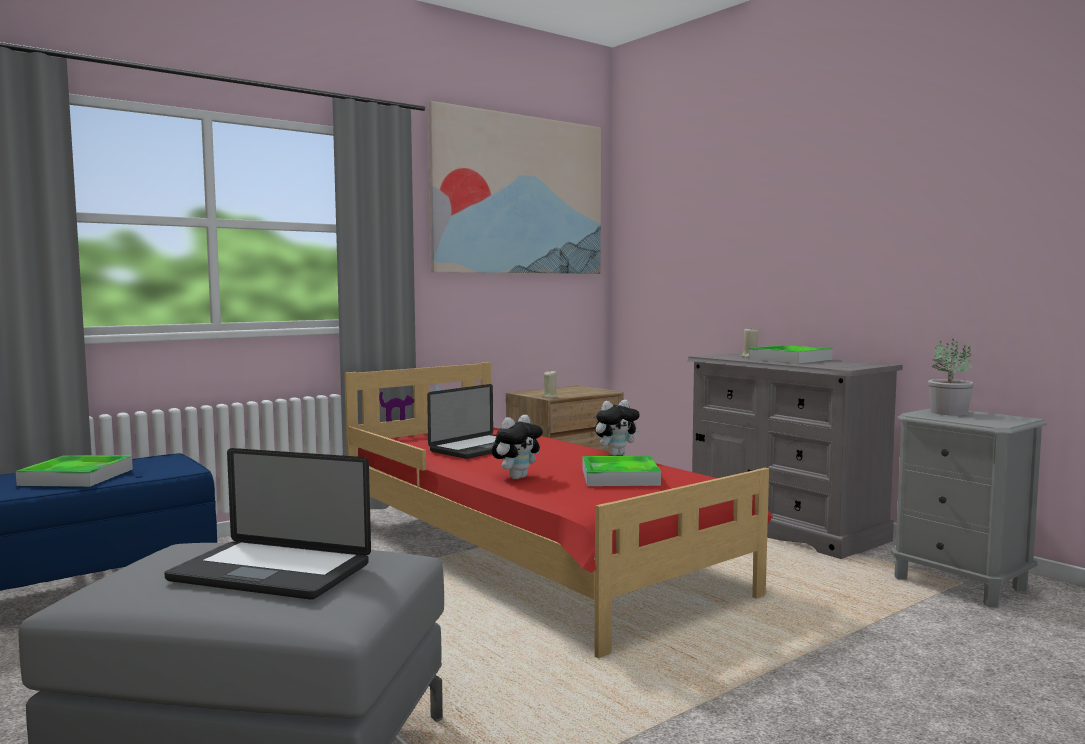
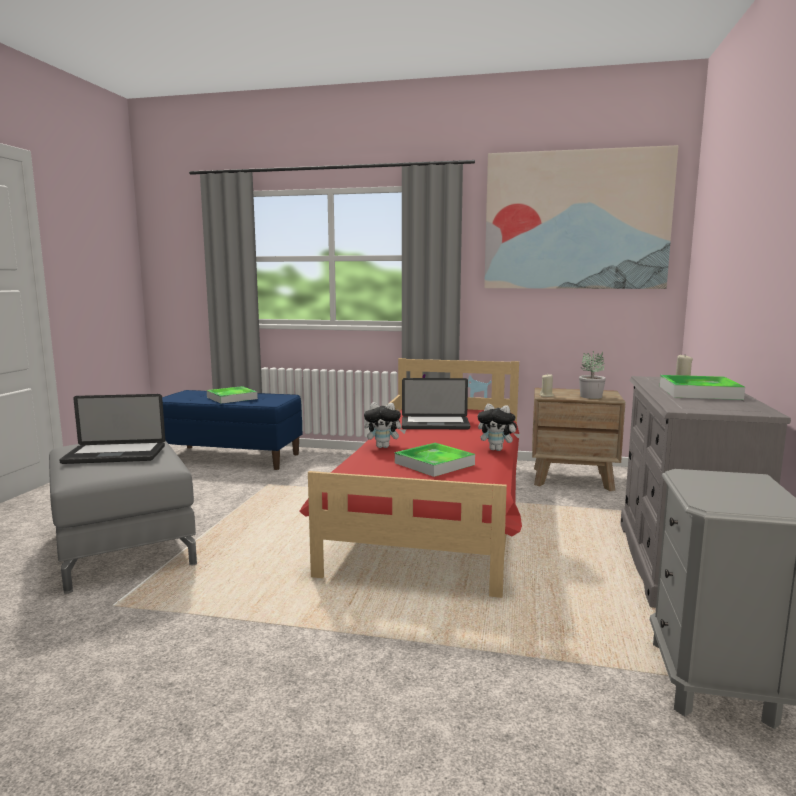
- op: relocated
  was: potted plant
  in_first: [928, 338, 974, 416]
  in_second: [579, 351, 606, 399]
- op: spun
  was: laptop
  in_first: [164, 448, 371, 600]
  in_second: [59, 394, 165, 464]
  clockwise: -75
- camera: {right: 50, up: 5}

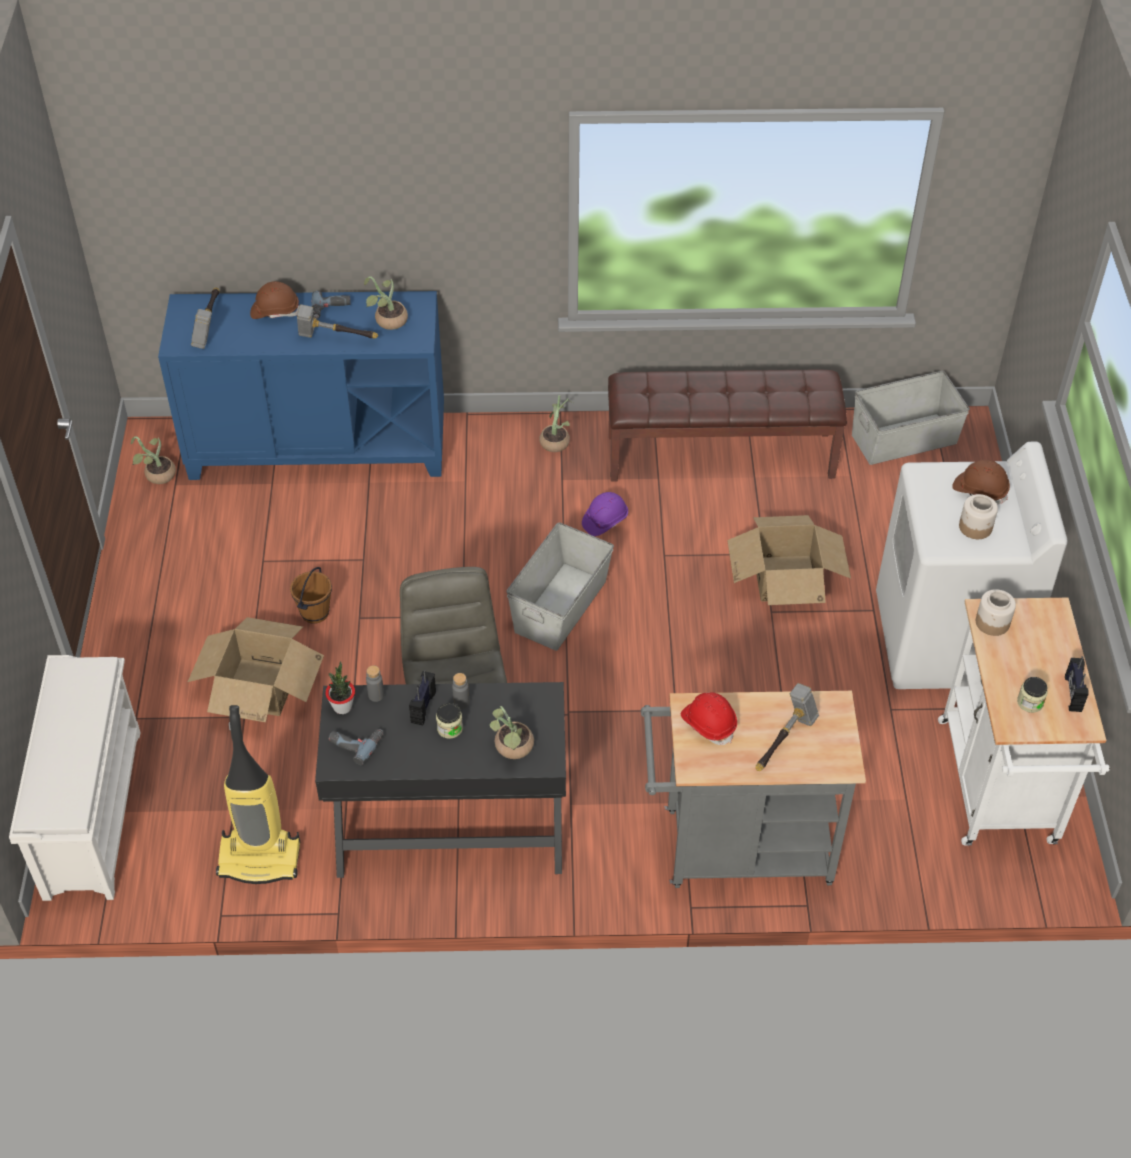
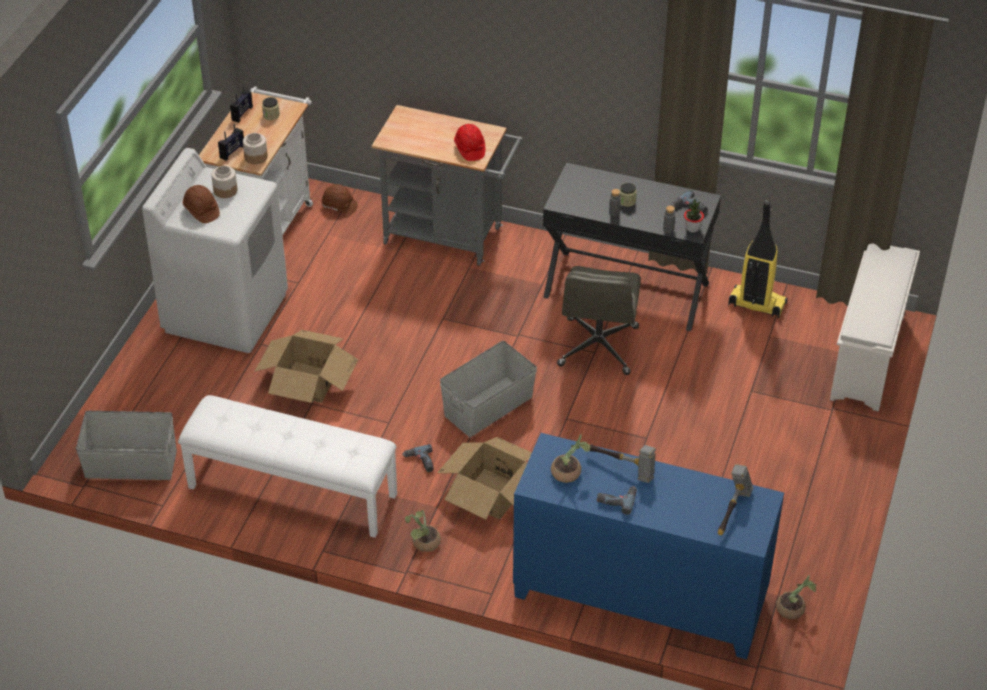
- op: missing
  was: brown bucket
  in_first: [290, 567, 332, 624]
- op: missing
  was: potted plant
  in_first: [490, 706, 534, 759]
- op: missing
  was: hammer
  in_first: [756, 683, 819, 771]
- op: relocated
  was: cardboard box
  in_first: [188, 617, 324, 722]
  in_second: [437, 437, 532, 520]
- op: relocated
  was: brown hard hat
  in_first: [250, 281, 299, 319]
  in_second: [321, 184, 358, 214]
- op: relocated
  was: radio
  in_first: [409, 670, 436, 726]
  in_second: [218, 124, 244, 161]
- op: exchanged
  was: purple hard hat
  now: power drill
  in_first: [582, 492, 628, 536]
  in_second: [403, 444, 434, 472]
- op: colour
  was: brown bench
  now: white bench
  in_first: [608, 369, 847, 482]
  in_second: [178, 395, 397, 538]
- camera: {right: -160, up: -5}

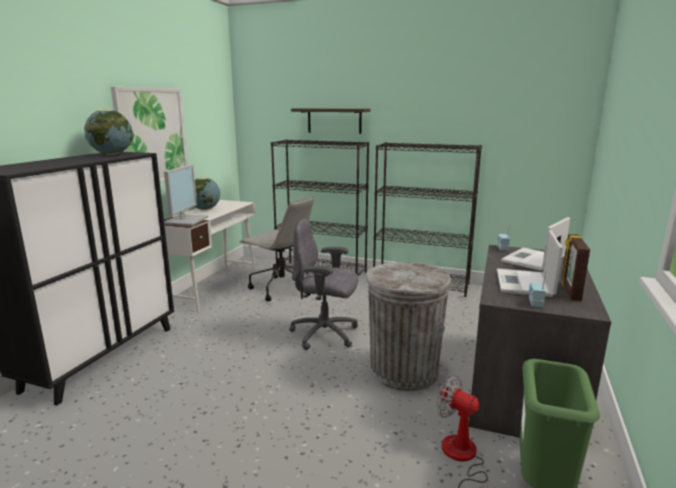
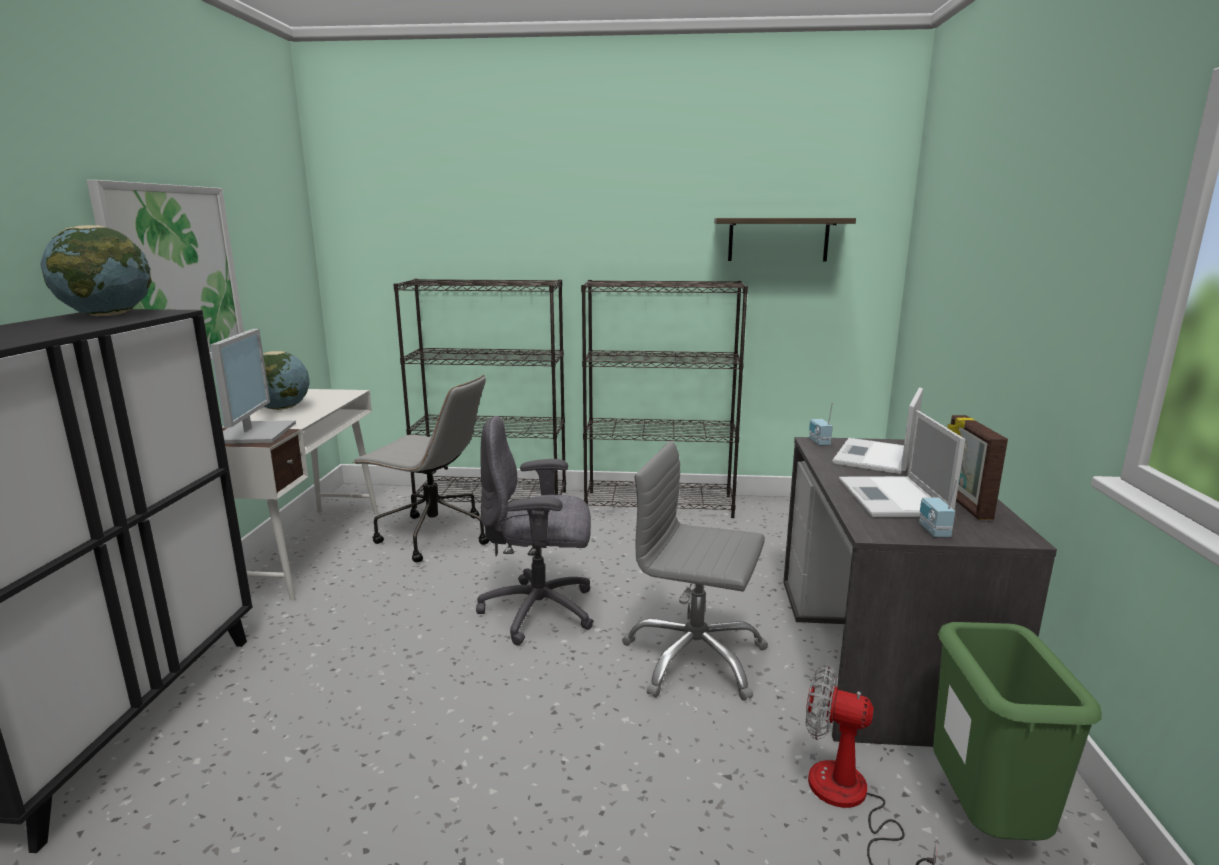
- op: relocated
  was: shelf
  in_first: [291, 108, 371, 134]
  in_second: [714, 218, 856, 261]
- op: exchanged
  was: grey trash can
  now: grey office chair
  in_first: [366, 262, 452, 391]
  in_second: [622, 441, 768, 701]
- camera: {right: -15, up: 0}

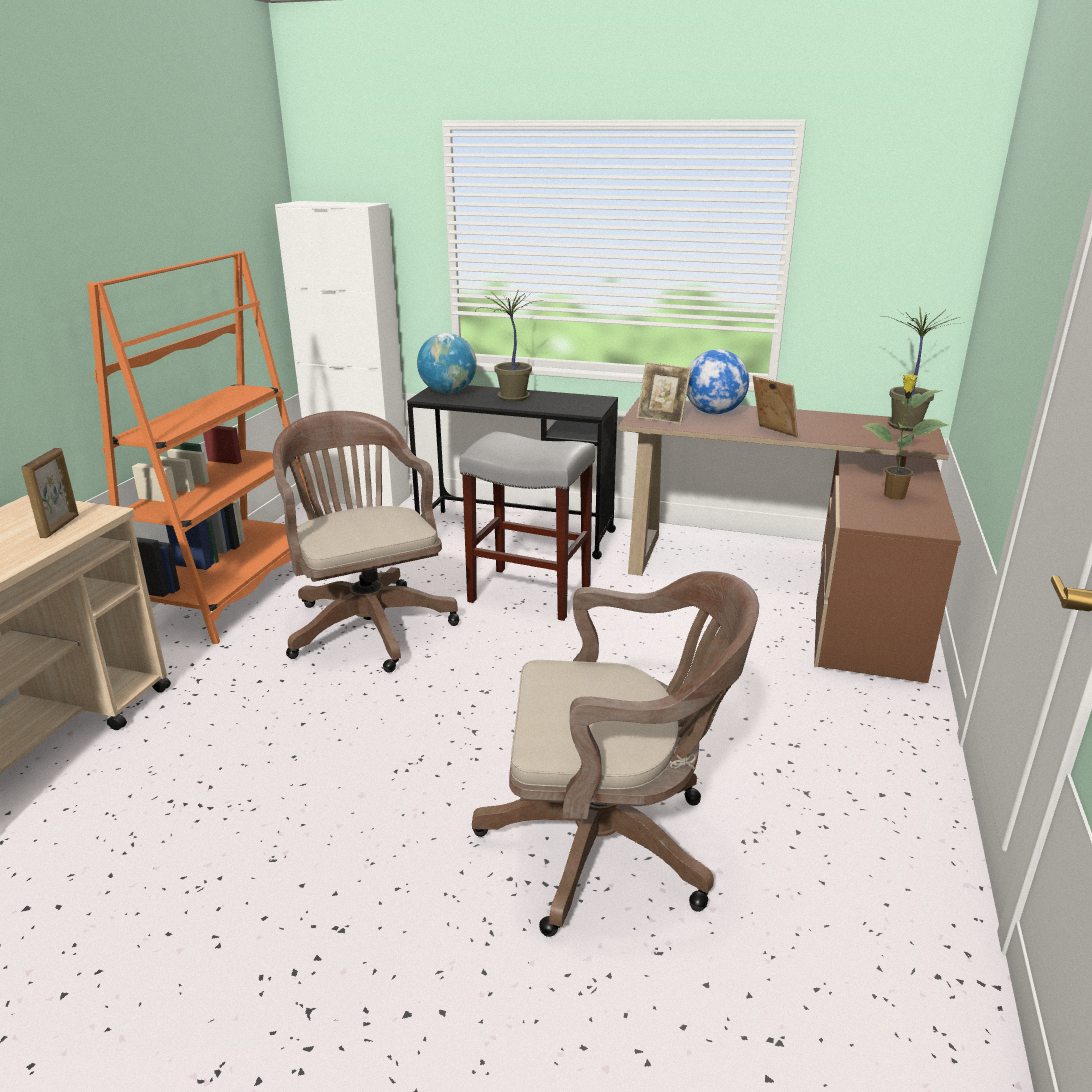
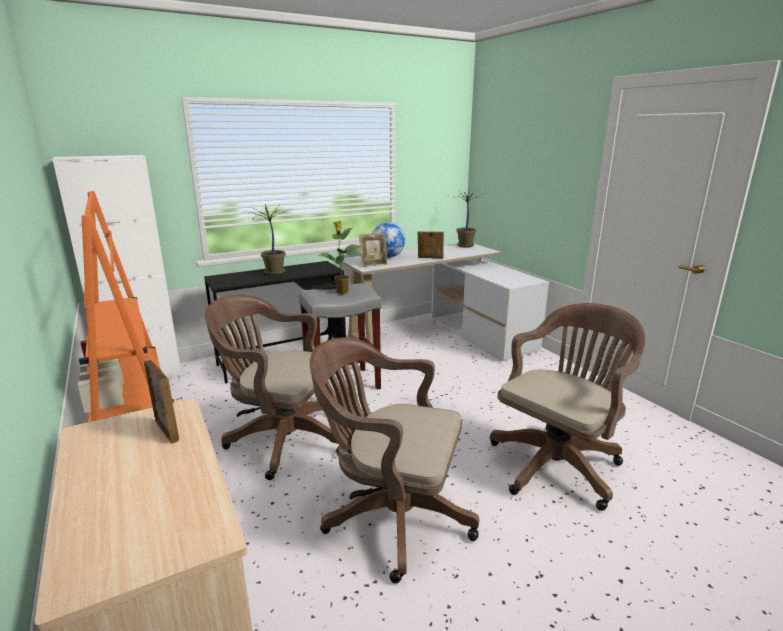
- op: missing
  was: globe
  in_first: [417, 333, 477, 393]
- op: appeared
  now: brown office chair
  in_second: [310, 338, 479, 583]
- op: relocated
  was: potted plant
  in_first: [862, 374, 948, 500]
  in_second: [318, 221, 361, 294]
- op: colour
  was: brown desk
  now: white desk
  in_first: [618, 397, 961, 683]
  in_second: [342, 243, 549, 361]
- camera: {right: -45, up: -5}

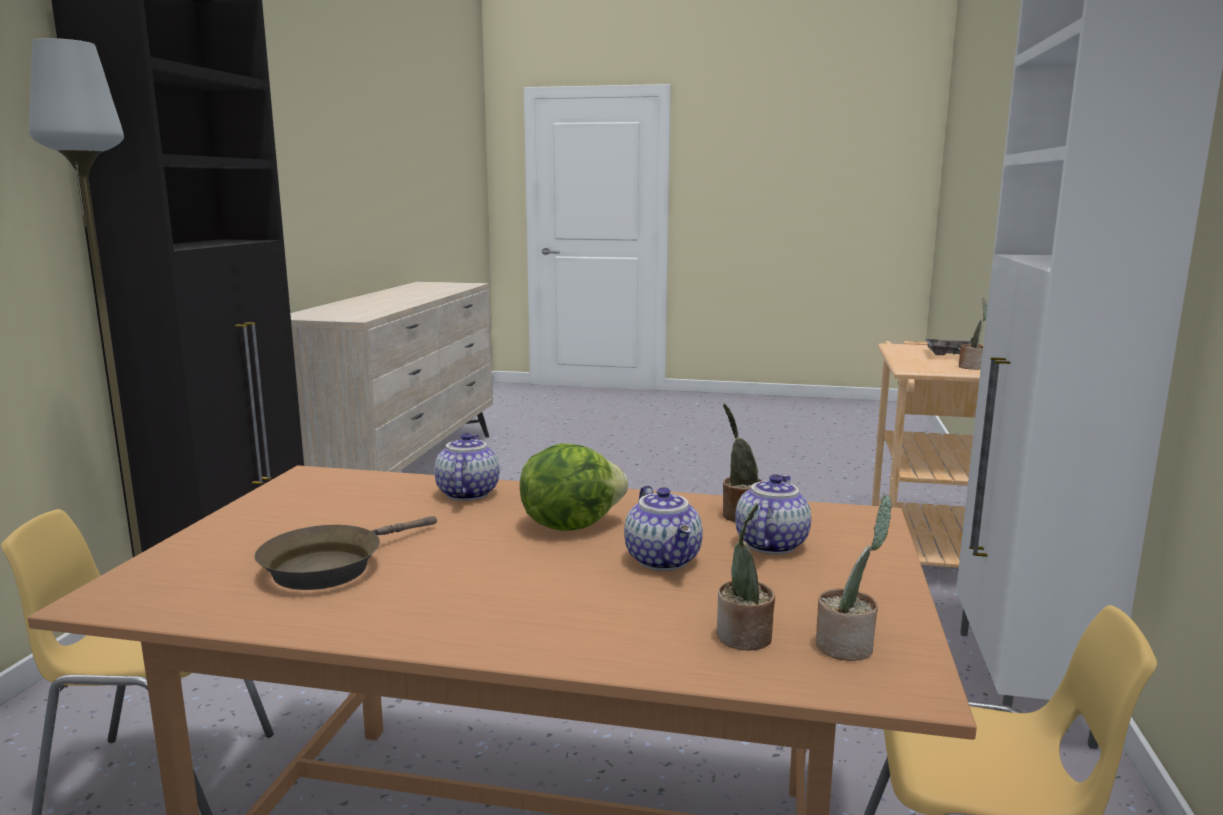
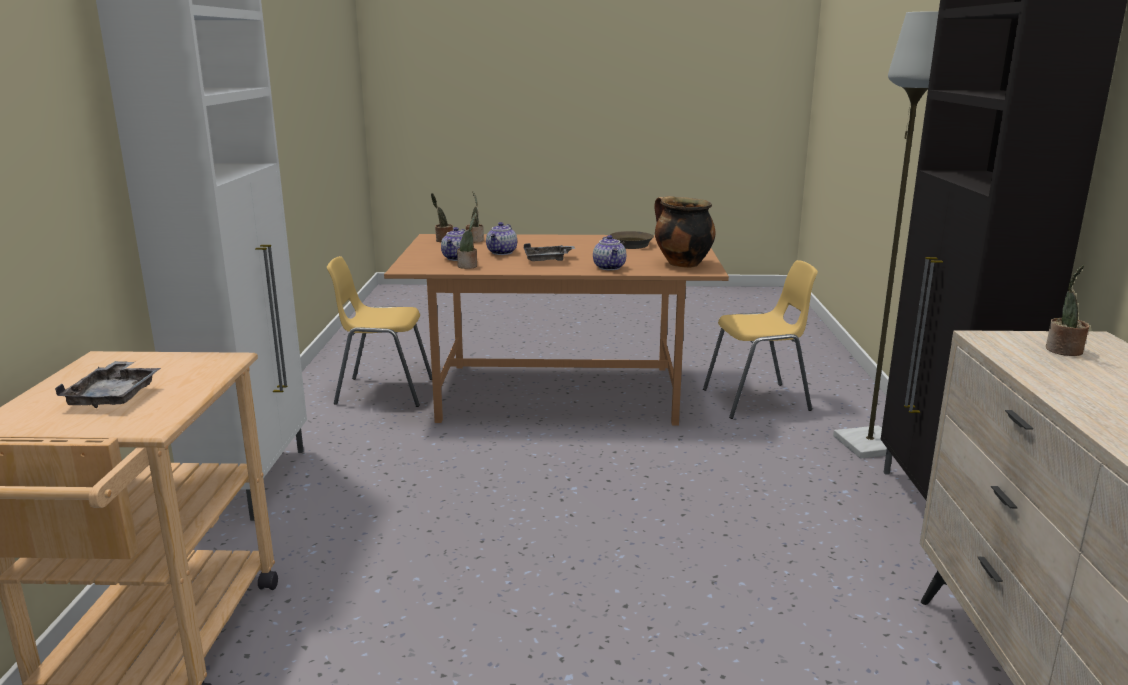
- op: appeared
  now: cooking pot
  in_second: [654, 196, 716, 268]
- op: relocated
  was: potted plant
  in_first: [959, 298, 988, 370]
  in_second: [1046, 265, 1090, 356]
- op: exchanged
  was: lettuce
  now: grey tray
  in_first: [520, 443, 628, 531]
  in_second: [524, 243, 575, 261]
- op: spun
  was: teapot
  in_first: [624, 485, 703, 571]
  in_second: [486, 222, 517, 255]
  clockwise: -135
- camera: {right: 170, up: 5}

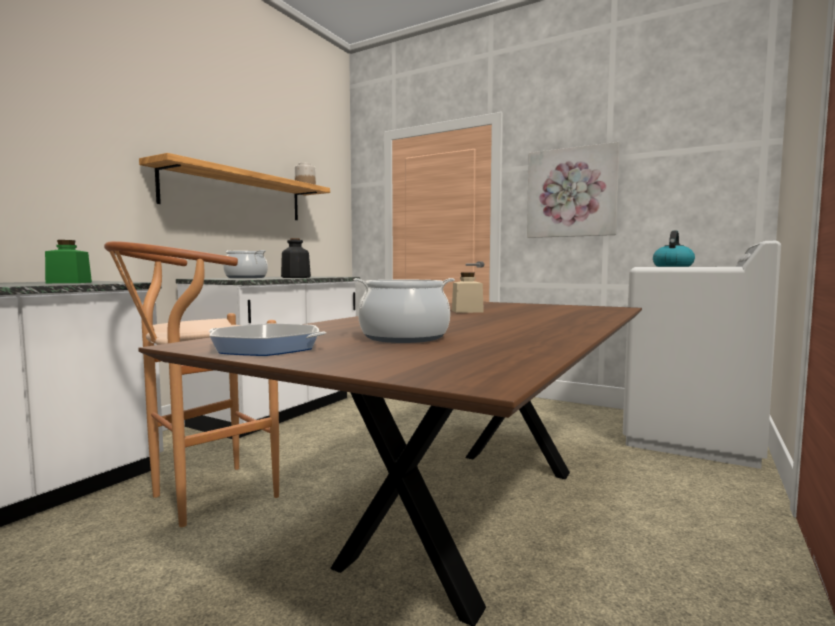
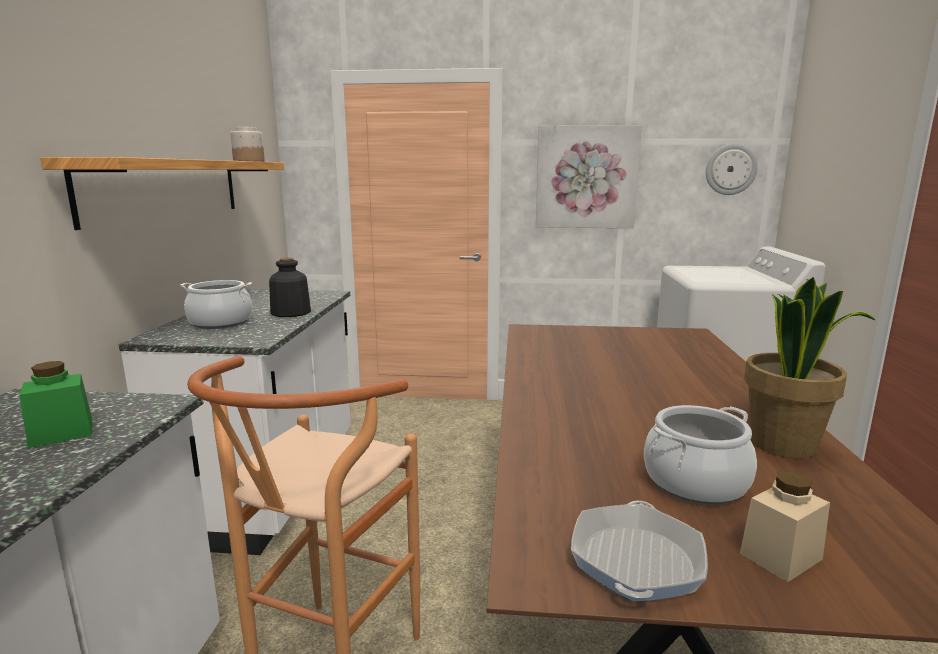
- op: missing
  was: kettle
  in_first: [653, 230, 695, 267]
- op: appeared
  now: wall clock
  in_second: [706, 143, 758, 195]
- op: appeared
  now: potted plant
  in_second: [744, 277, 875, 458]
- op: relocated
  was: beige jar
  in_first: [452, 273, 484, 313]
  in_second: [740, 471, 830, 582]
- op: spun
  was: frying pan
  in_first: [209, 324, 326, 356]
  in_second: [571, 500, 708, 602]
  clockwise: 120
- camera: {right: -25, up: 10}

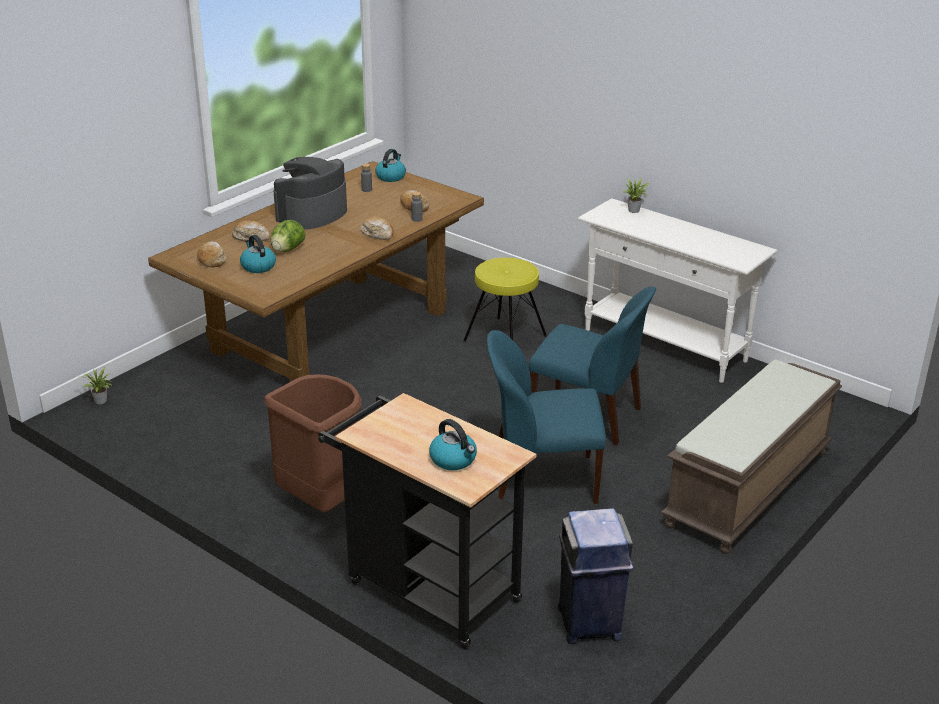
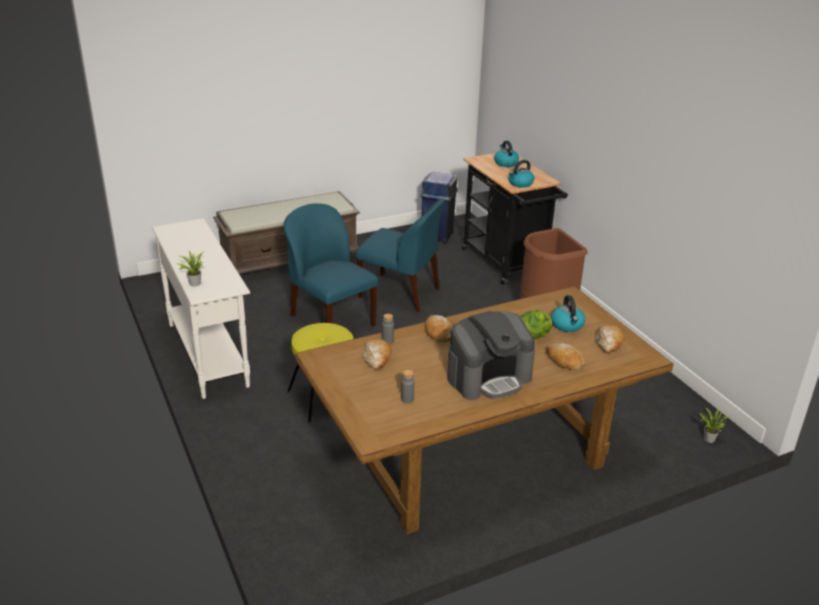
- op: relocated
  was: kettle
  in_first: [375, 149, 406, 182]
  in_second: [508, 160, 534, 188]
- camera: {right: -155, up: 0}

